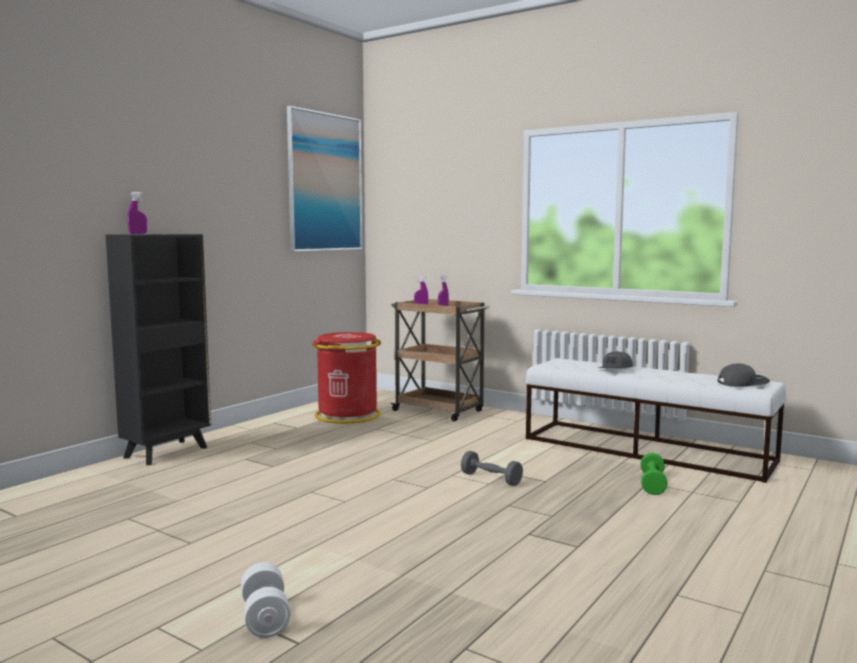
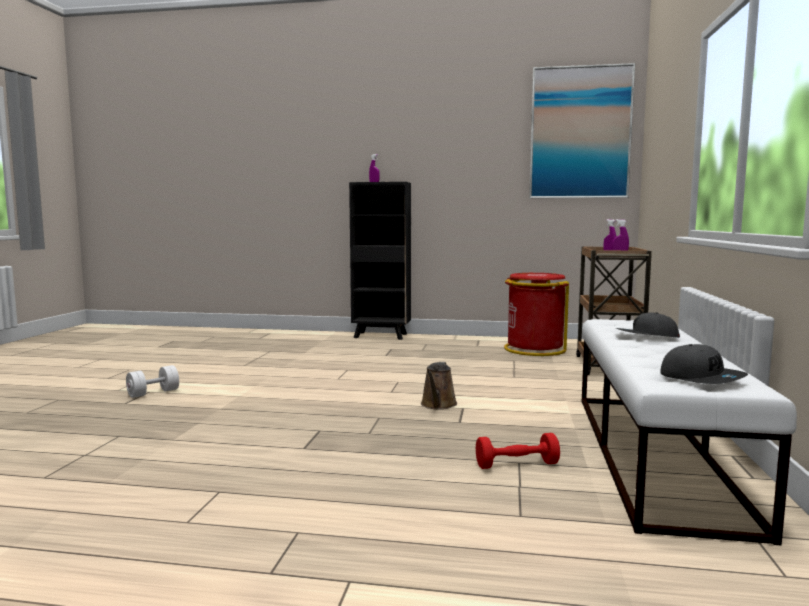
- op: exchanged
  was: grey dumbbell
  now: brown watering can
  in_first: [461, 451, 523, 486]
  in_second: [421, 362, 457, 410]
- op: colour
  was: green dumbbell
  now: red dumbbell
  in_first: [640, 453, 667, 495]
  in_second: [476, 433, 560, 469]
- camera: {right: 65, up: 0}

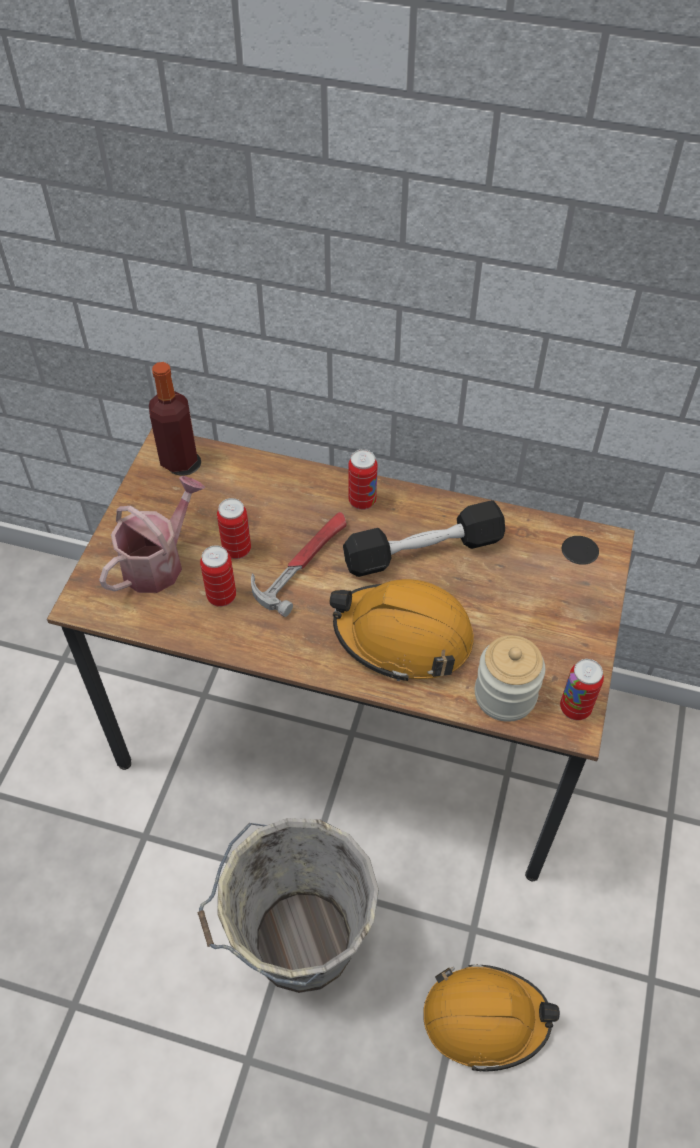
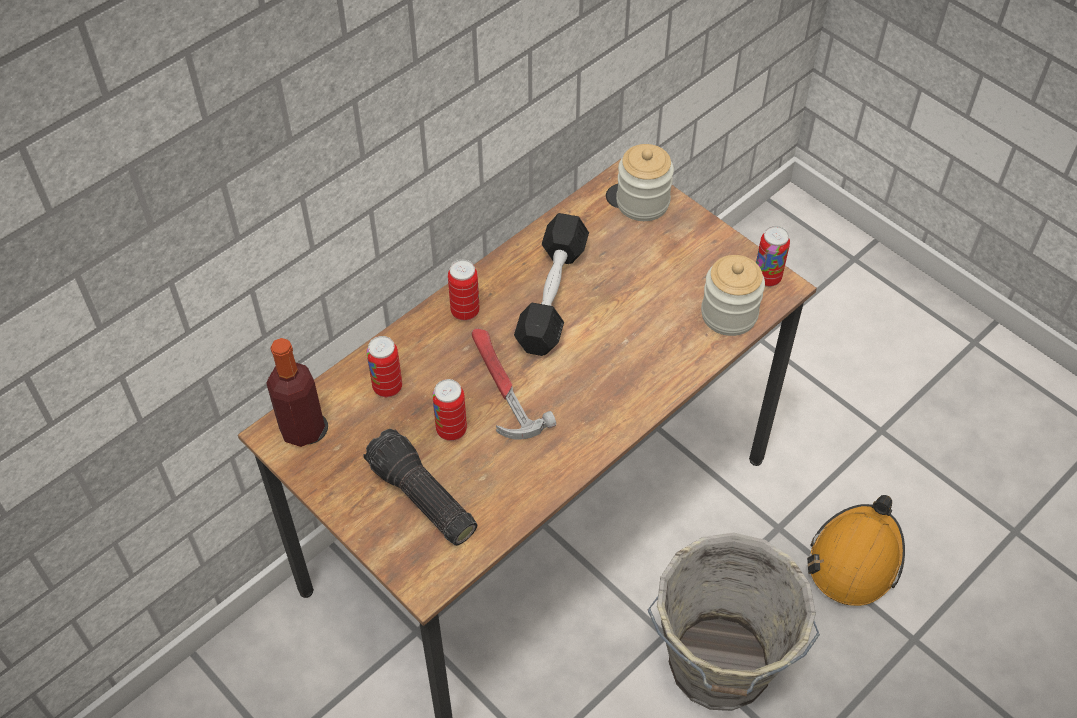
- op: missing
  was: orange hard hat
  in_first: [330, 579, 474, 681]
- op: appeared
  now: jar
  in_second: [616, 144, 674, 221]
- op: relocated
  was: can
  in_first: [200, 545, 236, 607]
  in_second: [367, 336, 402, 397]
- op: exchanged
  was: watering can
  now: flashlight
  in_first: [99, 476, 205, 593]
  in_second: [363, 428, 477, 546]
- camera: {right: -60, up: 0}

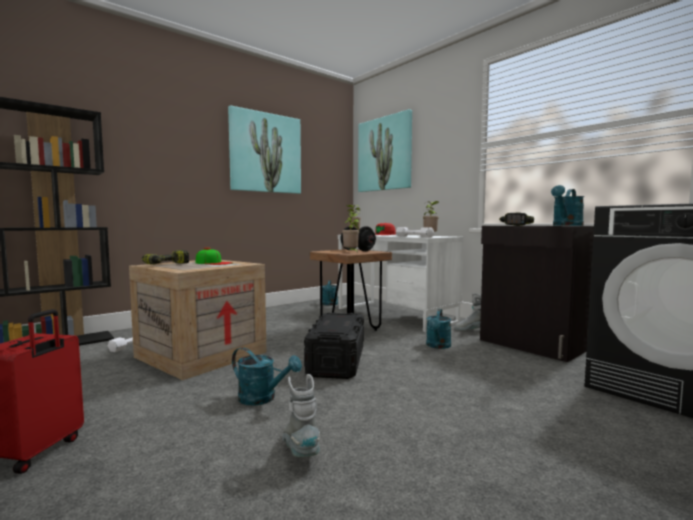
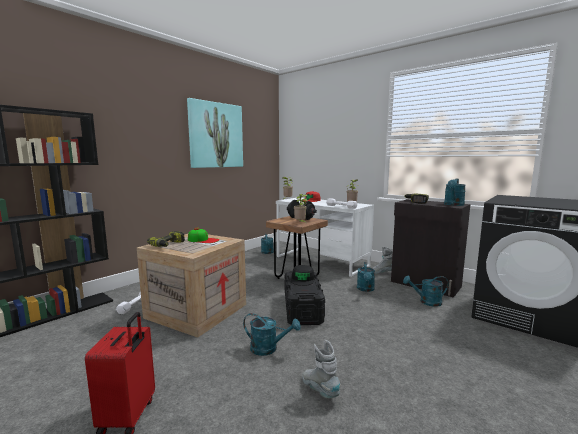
- op: missing
  was: picture
  in_first: [358, 109, 412, 192]
- op: appeared
  now: black cap
  in_second: [291, 265, 314, 286]
- op: appeared
  now: turquoise watering can
  in_second: [403, 276, 449, 307]
- camera: {right: -10, up: 5}

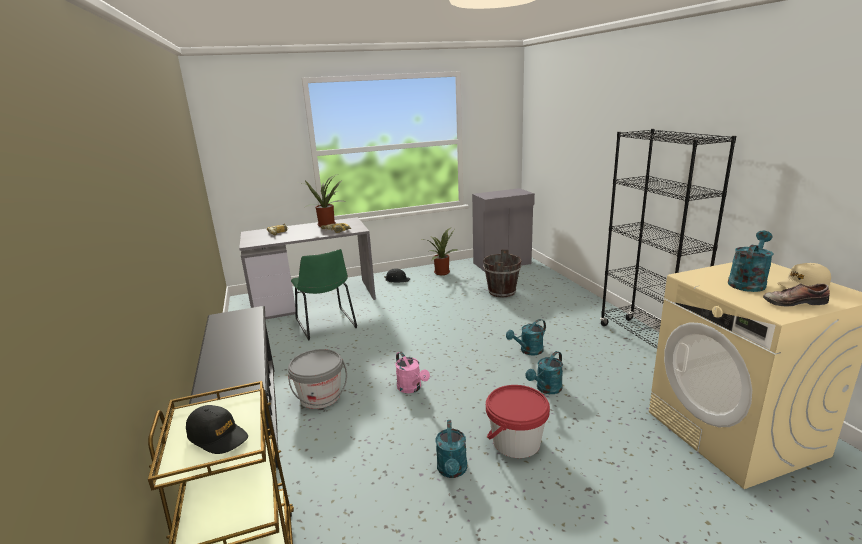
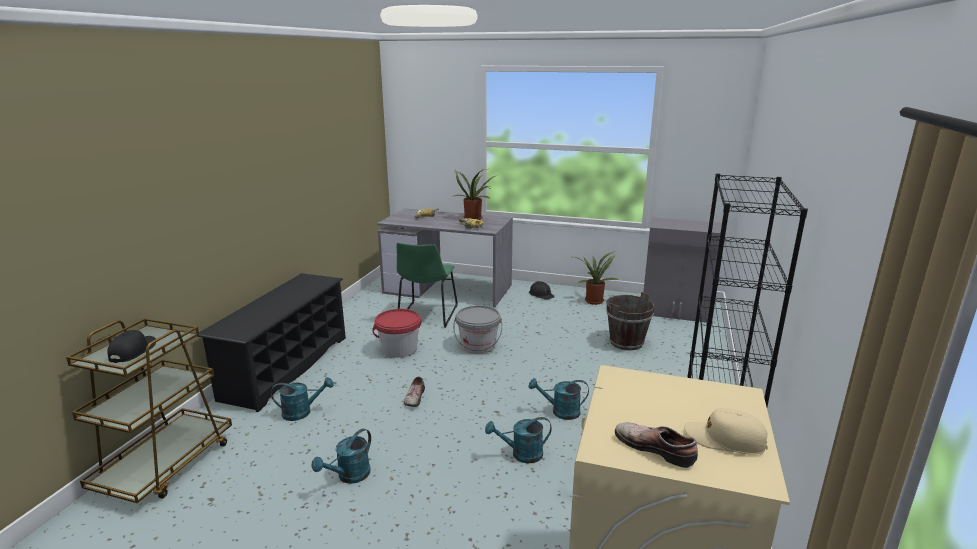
- op: relocated
  was: grey bucket
  in_first: [288, 349, 347, 409]
  in_second: [453, 305, 502, 354]
- op: relocated
  was: red bucket
  in_first: [486, 385, 550, 458]
  in_second: [372, 309, 422, 358]
- op: relocated
  was: turquoise watering can
  in_first: [728, 231, 773, 292]
  in_second: [271, 377, 334, 421]
- op: exchanged
  was: pink watering can
  now: shoe
  in_first: [395, 351, 430, 393]
  in_second: [404, 377, 425, 407]
- op: spun
  was: black cap
  in_first: [186, 405, 248, 454]
  in_second: [107, 330, 156, 363]
  clockwise: -150
- camera: {right: 35, up: 0}

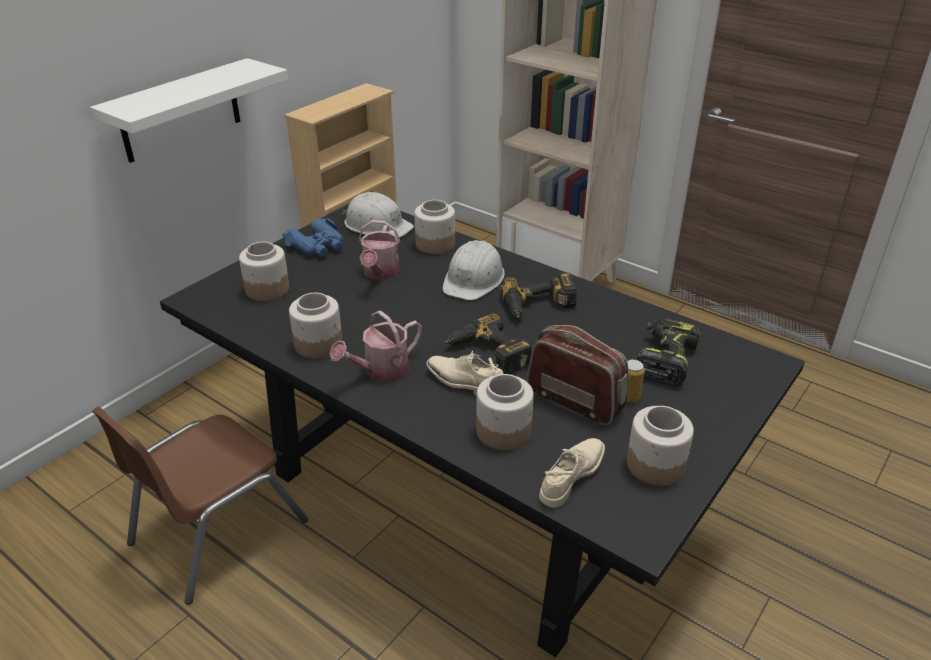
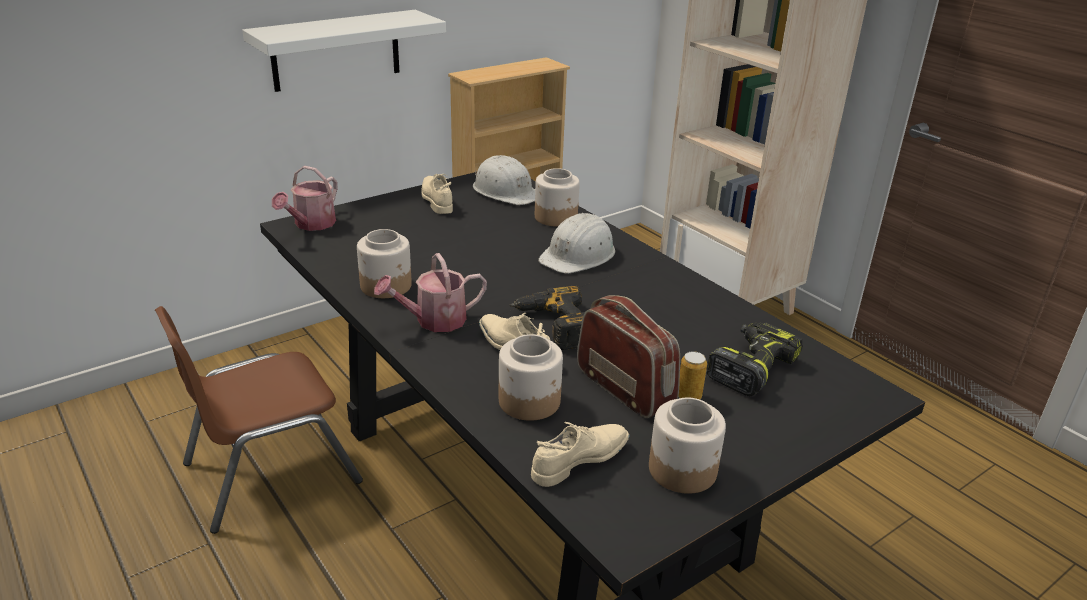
- op: missing
  was: jar
  in_first: [239, 242, 289, 301]
- op: missing
  was: power drill
  in_first: [500, 273, 577, 319]
- op: relocated
  was: watering can
  in_first: [358, 220, 400, 280]
  in_second: [272, 166, 337, 231]
- op: exchanged
  was: blue binoculars
  now: beige shoe
  in_first: [282, 218, 344, 257]
  in_second: [421, 174, 453, 214]
- camera: {right: 15, up: -5}

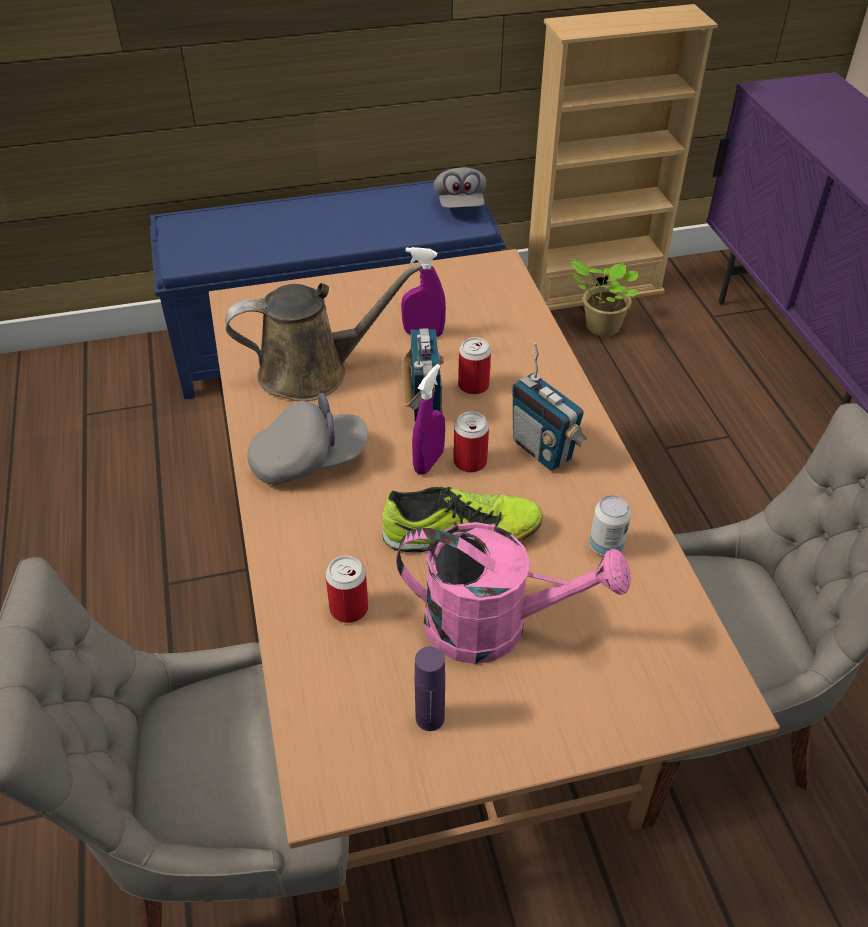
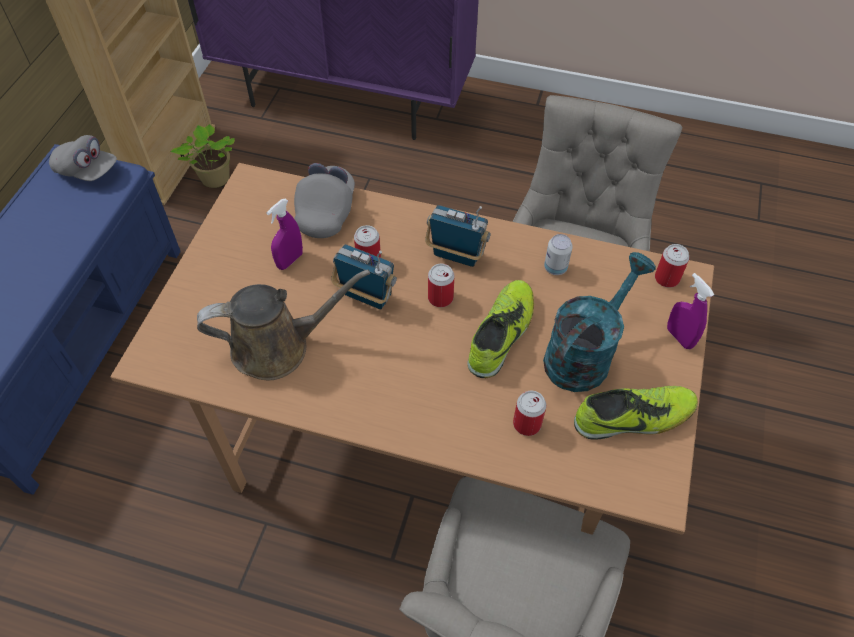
- op: appeared
  now: can
  in_second: [655, 244, 689, 287]
- op: relocated
  was: grey cap
  in_first: [247, 393, 368, 485]
  in_second: [294, 163, 355, 238]
- op: relocated
  was: purple spray bottle
  in_first: [412, 364, 445, 475]
  in_second: [667, 273, 714, 349]
- op: exchanged
  was: purple bottle
  now: shoe
  in_first: [415, 647, 445, 731]
  in_second: [574, 386, 698, 440]
- op: colour
  was: pink watering can
  now: turquoise watering can
  in_first: [396, 522, 631, 664]
  in_second: [543, 252, 656, 392]
- op: spun
  was: brown watering can
  in_first: [225, 264, 423, 401]
  in_second: [197, 269, 370, 380]
  clockwise: 60
- op: spun
  was: radio
  in_first: [512, 343, 587, 471]
  in_second: [425, 205, 491, 267]
  clockwise: -150
- camera: {right: -60, up: 10}

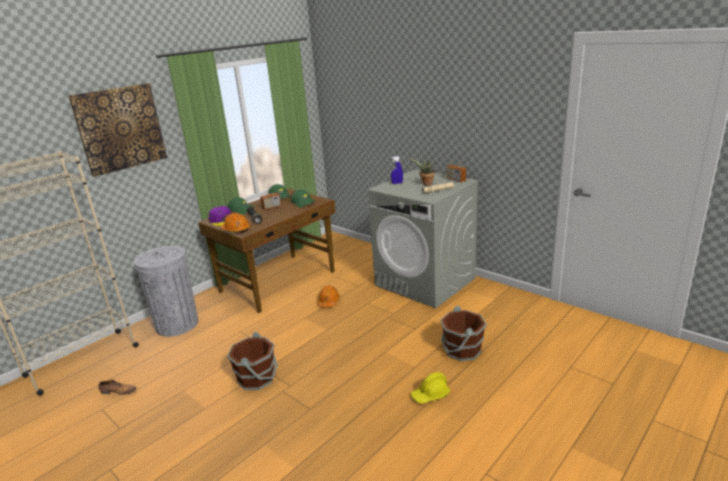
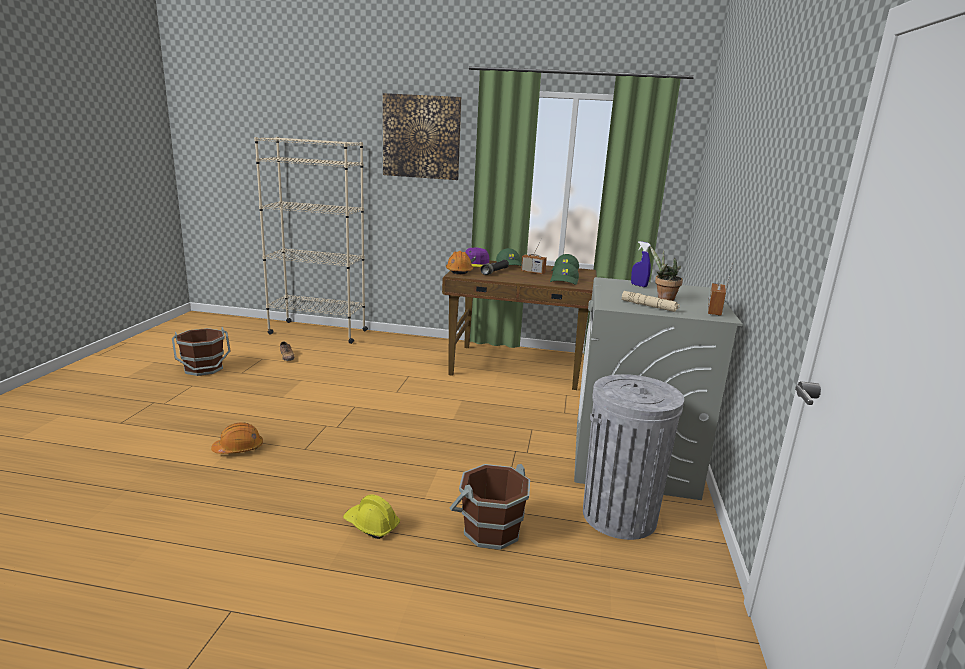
- op: relocated
  was: grey trash can
  in_first: [134, 246, 198, 337]
  in_second: [583, 374, 684, 540]
- op: relocated
  was: brown bucket
  in_first: [227, 332, 278, 390]
  in_second: [172, 327, 230, 376]
- op: relocated
  was: orange hard hat
  in_first: [318, 285, 340, 308]
  in_second: [211, 422, 263, 454]
- camera: {right: 55, up: -5}

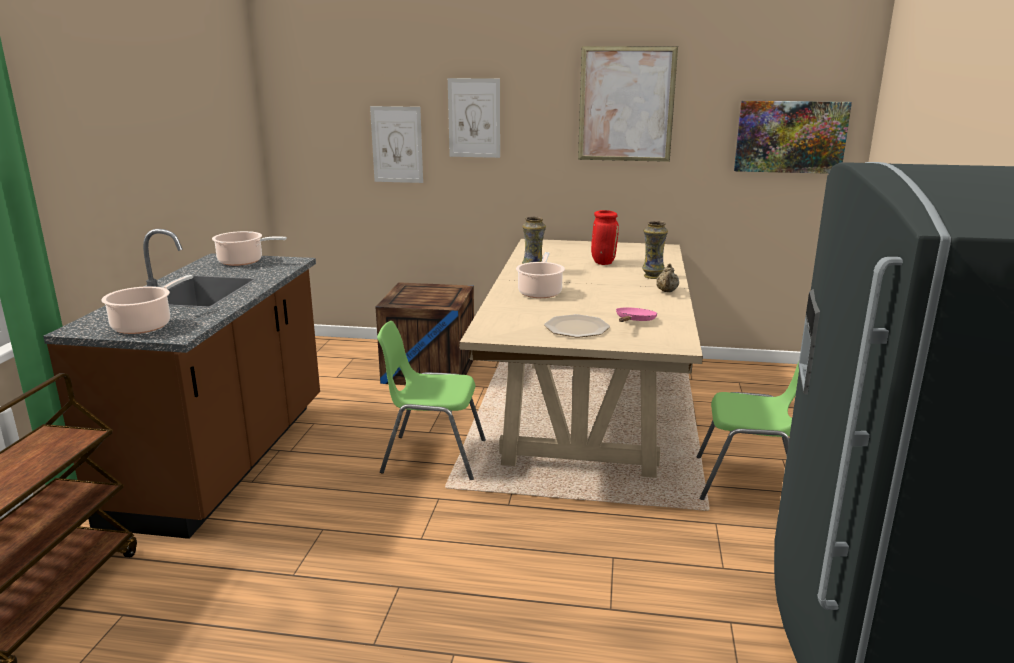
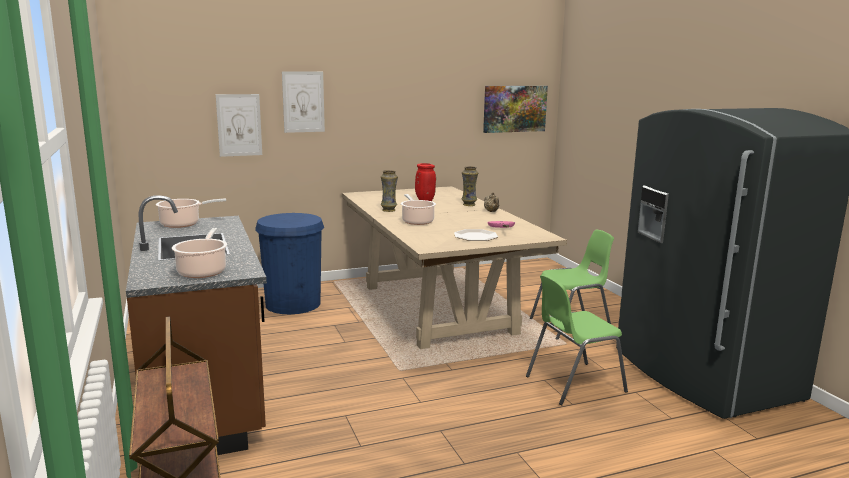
- op: missing
  was: picture
  in_first: [578, 46, 678, 162]
- op: relocated
  was: green chair
  in_first: [377, 321, 486, 480]
  in_second: [526, 274, 628, 405]
- op: exchanged
  was: crate
  now: blue trash can
  in_first: [376, 282, 474, 385]
  in_second: [255, 213, 324, 314]
- camera: {right: -30, up: -5}

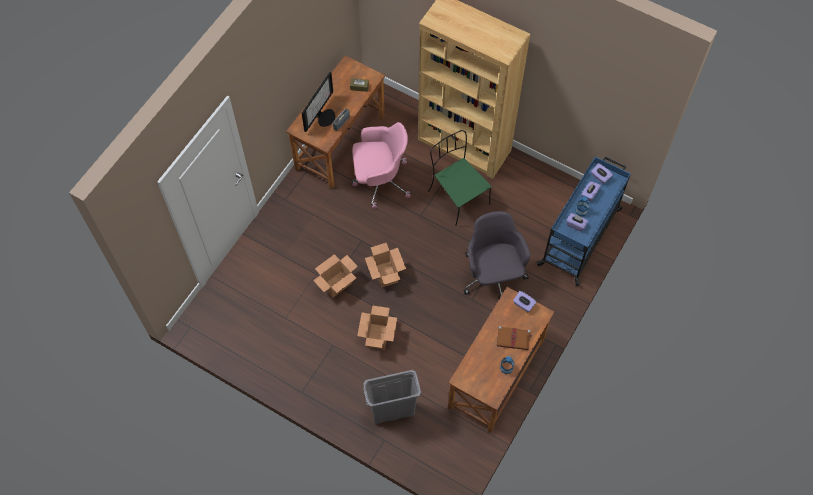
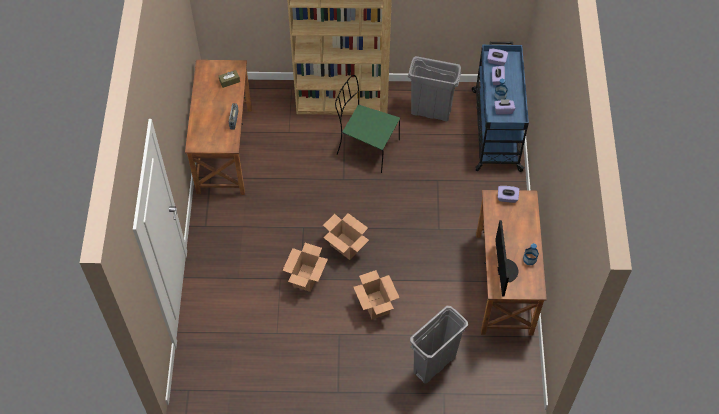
- op: missing
  was: pink office chair
  in_first: [352, 122, 410, 209]
- op: missing
  was: grey office chair
  in_first: [464, 211, 531, 299]
- op: missing
  was: brown book
  in_first: [497, 326, 533, 350]
- op: appeared
  now: grey trash can
  in_second: [408, 56, 462, 121]
- op: relocated
  was: monitor
  in_first: [302, 72, 335, 132]
  in_second: [495, 220, 518, 296]
- camera: {right: -30, up: -5}

